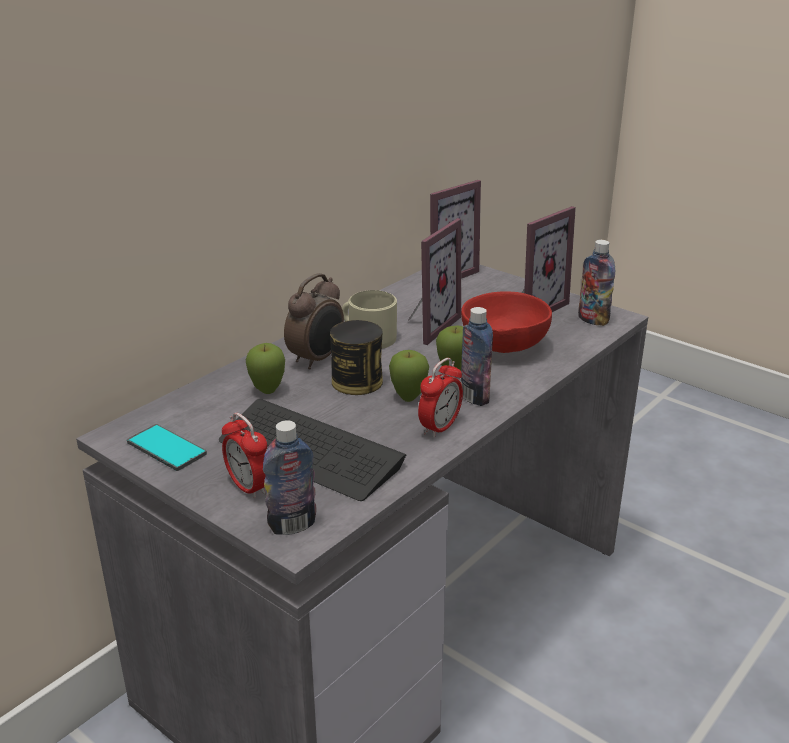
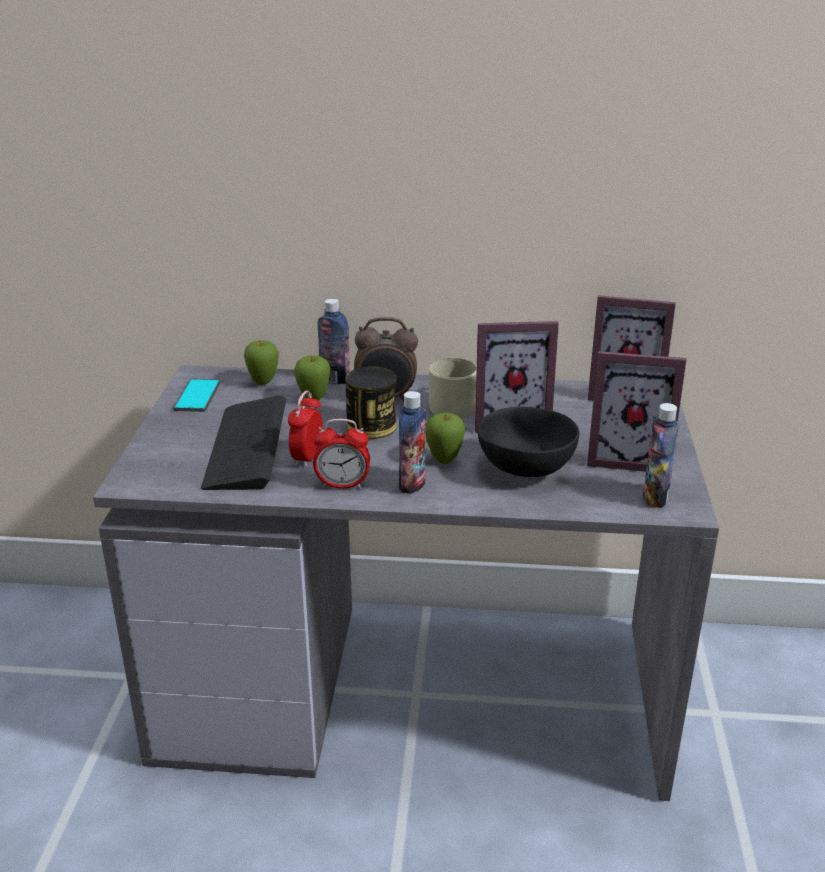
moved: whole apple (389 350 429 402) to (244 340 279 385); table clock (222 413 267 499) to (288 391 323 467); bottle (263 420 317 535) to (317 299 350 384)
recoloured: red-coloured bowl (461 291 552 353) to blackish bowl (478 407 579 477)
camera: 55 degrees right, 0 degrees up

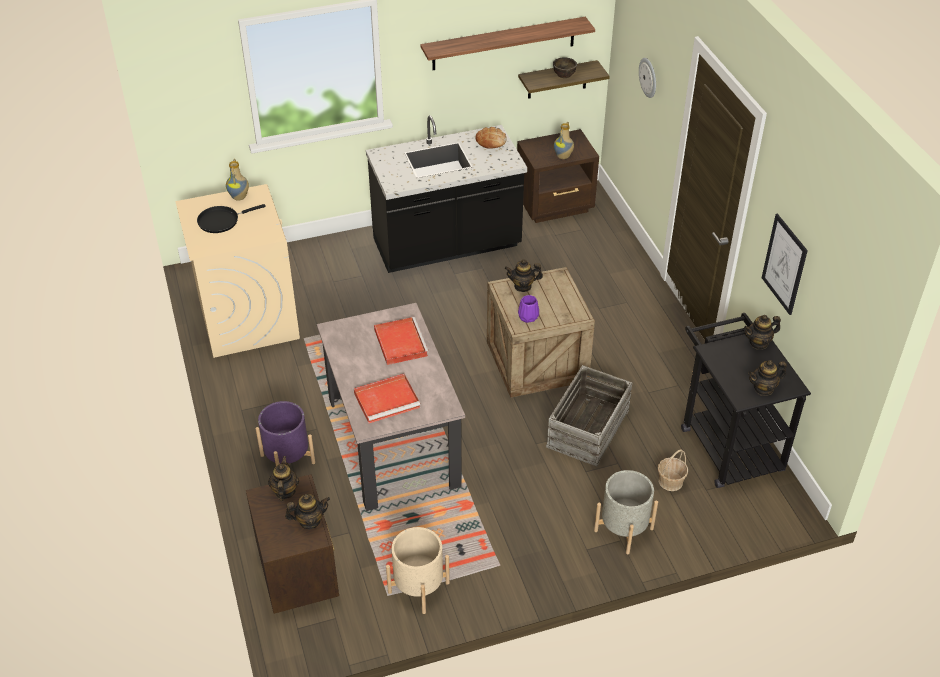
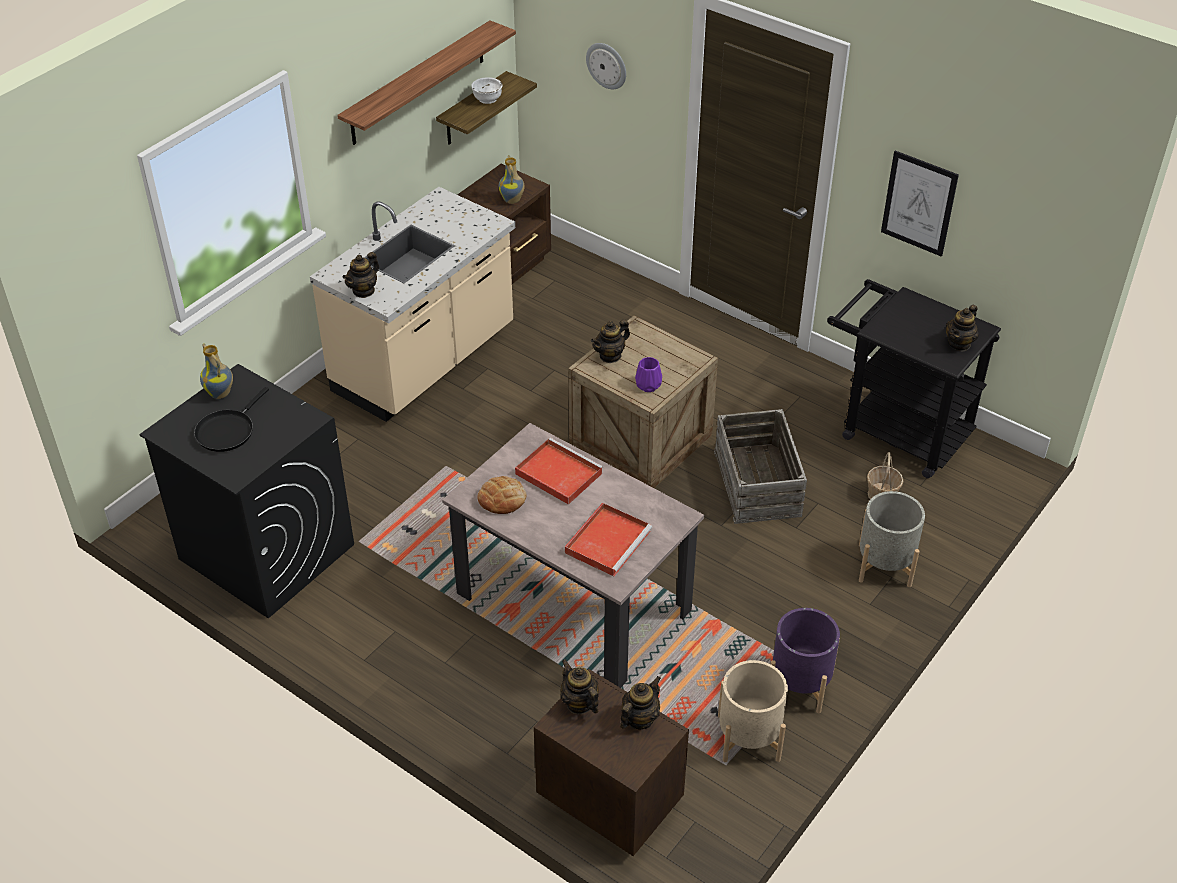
moved: tea pot (744 315 781 350) to (343 252 379 298); baked bread (476 127 506 149) to (477 476 527 514); purple-coloured plant pot (256 401 315 466) to (770 608 840 713)
recoloured: beige washing machine (175 184 300 358) to blackish washing machine (139 364 354 619); blackish kitchen counter (366 115 527 273) to beige kitchen counter (310 187 515 422); brown-coloured bowl (553 57 577 78) to white-coloured bowl (472 77 502 104)
camera: 35 degrees left, 0 degrees up

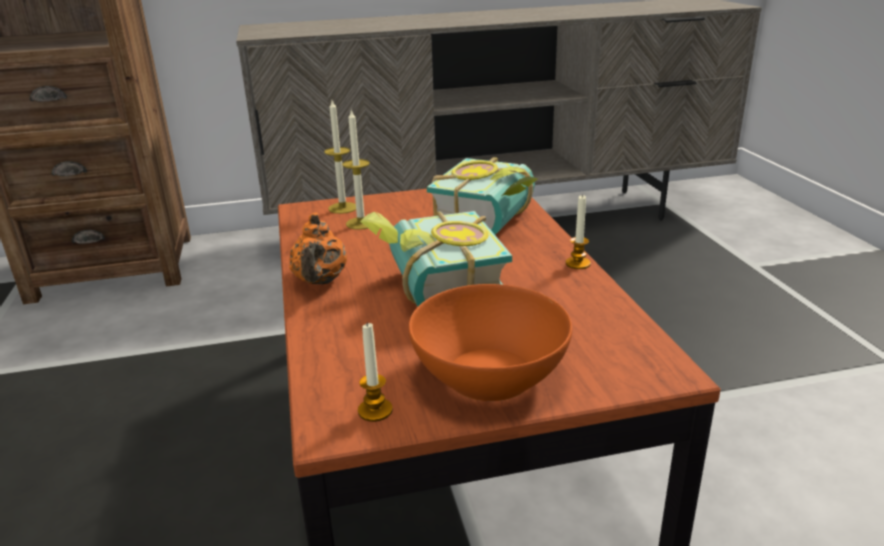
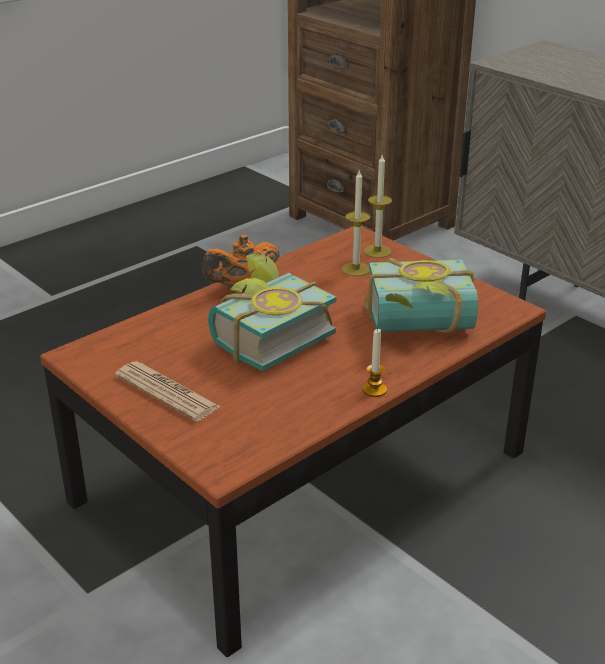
removed: wax light (358 323 393 422)
replaced: orange-coloured bowl (409 284 572 401) to printed paper (115 361 221 421)
camera: 60 degrees right, 5 degrees up

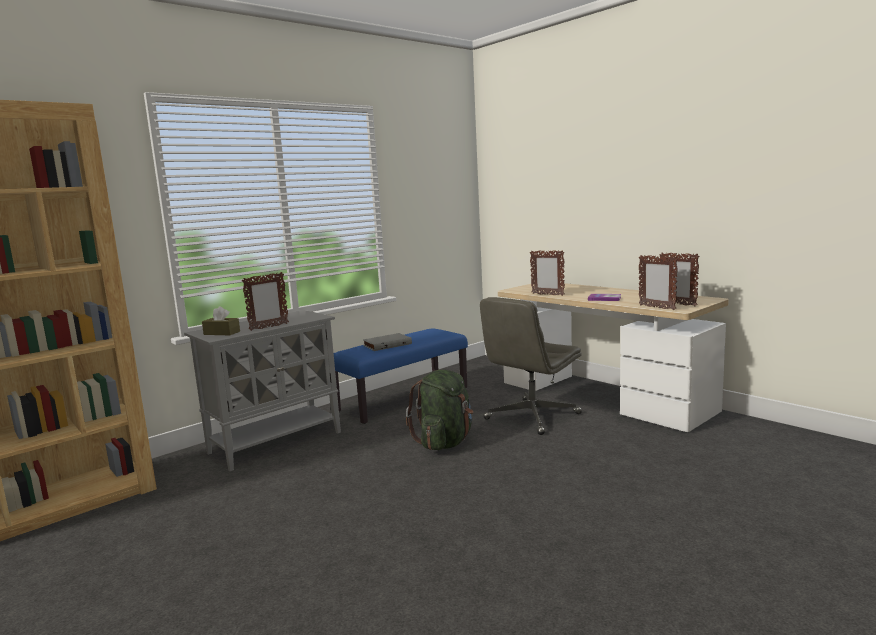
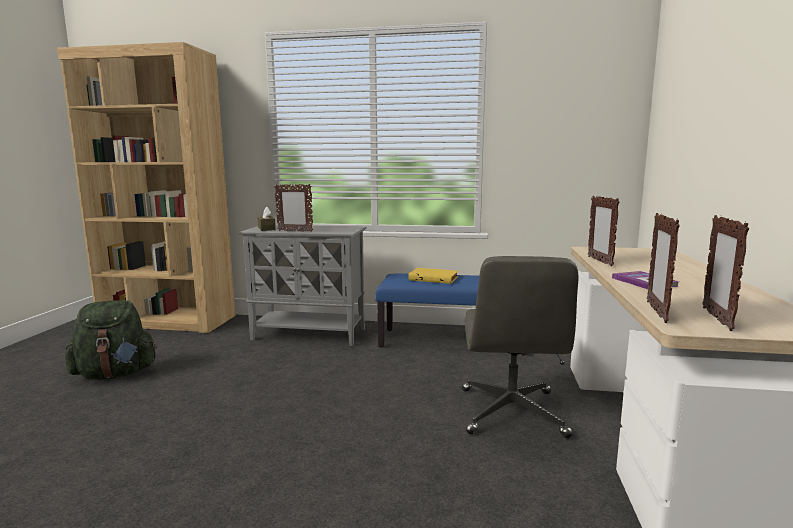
moved: green-coloured rucksack (406 370 474 450) to (65 300 157 380)
recoloured: grey book (363 333 412 351) to yellowish book (408 268 458 284)
turned: grey computer chair (480 297 582 435) = (462 256 578 438) 90 degrees counterclockwise
camera: 50 degrees right, 0 degrees up

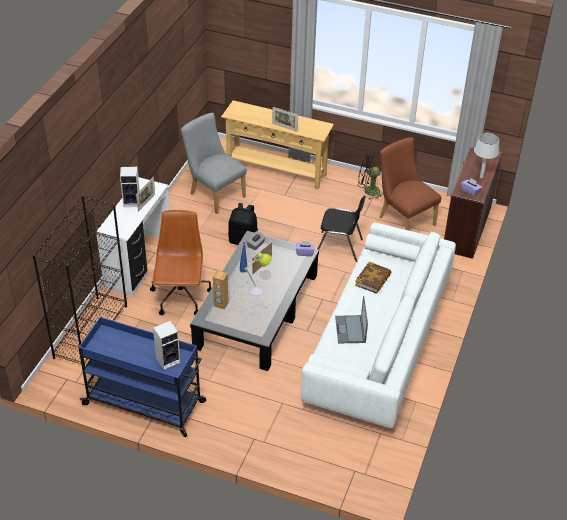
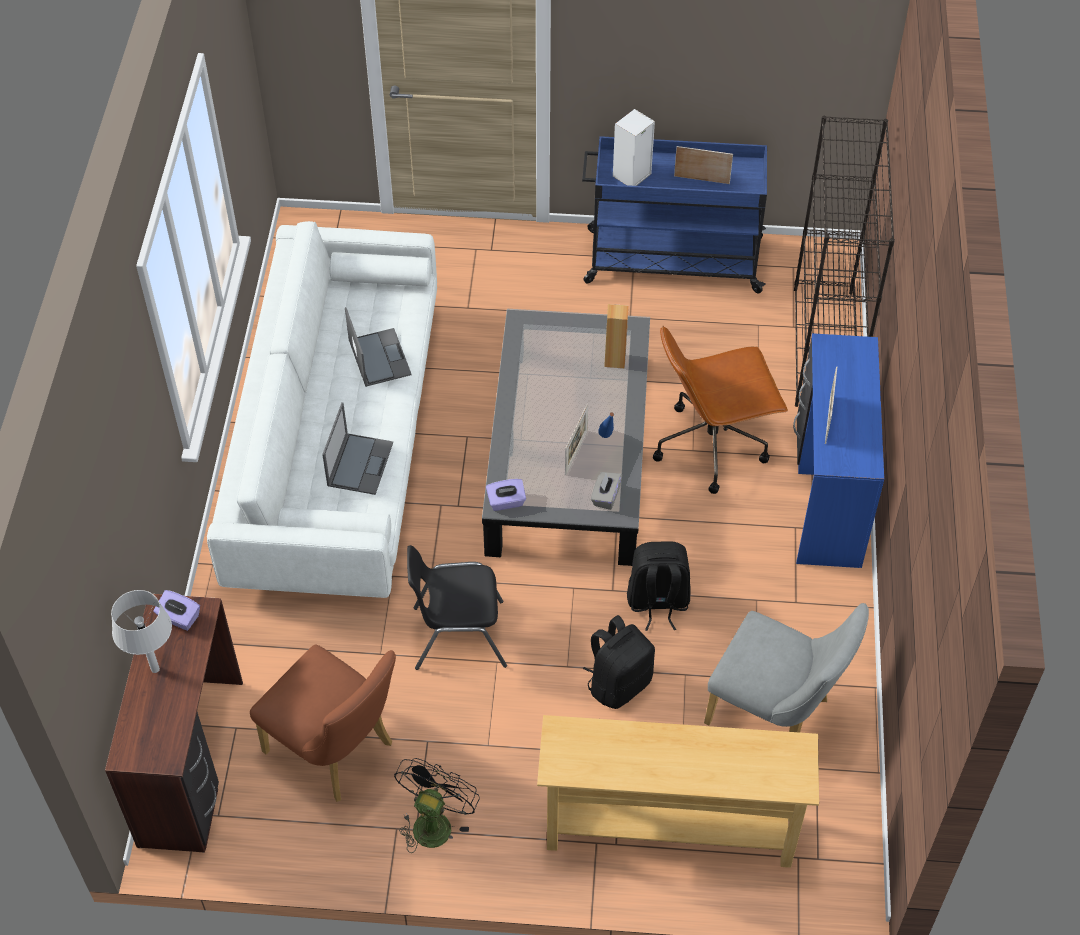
removed: speaker (120 167 140 207); table lamp (229 252 272 309)
added: blackish rucksack (583 615 655 709)
moved: photo frame (272 107 298 132) to (674 146 733 184)
replaced: book (355 261 392 294) to notebook computer (322 402 393 495)
recoloured: white-coloured desk unit (96 177 170 296) to bluish desk unit (793 333 884 568)
turned: blackish fan (358 152 382 199) = (394 758 480 853) 60 degrees counterclockwise; brown-coloured computer chair (150 210 212 315) = (653 326 788 494) 90 degrees clockwise
camera: 165 degrees right, 10 degrees up

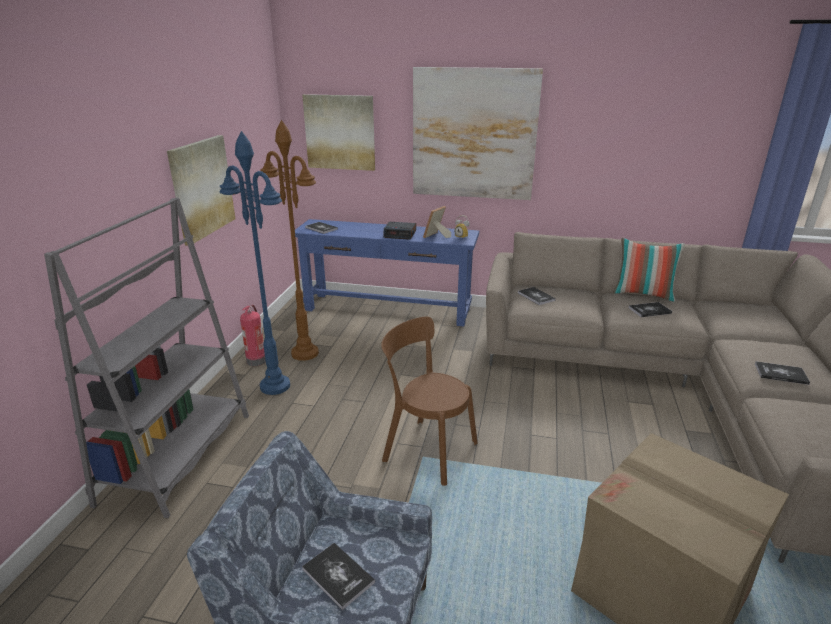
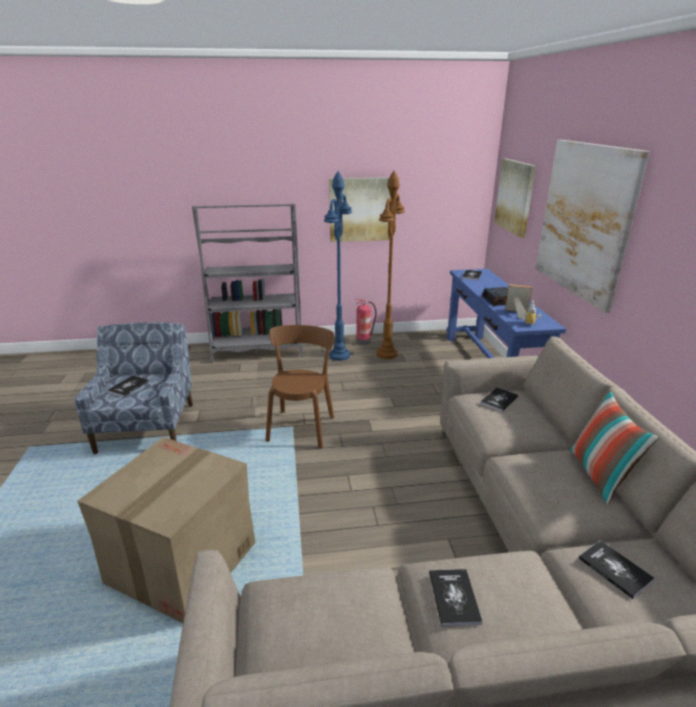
moved: book (628 302 672 317) to (579 540 654 599)
camera: 70 degrees right, 0 degrees up

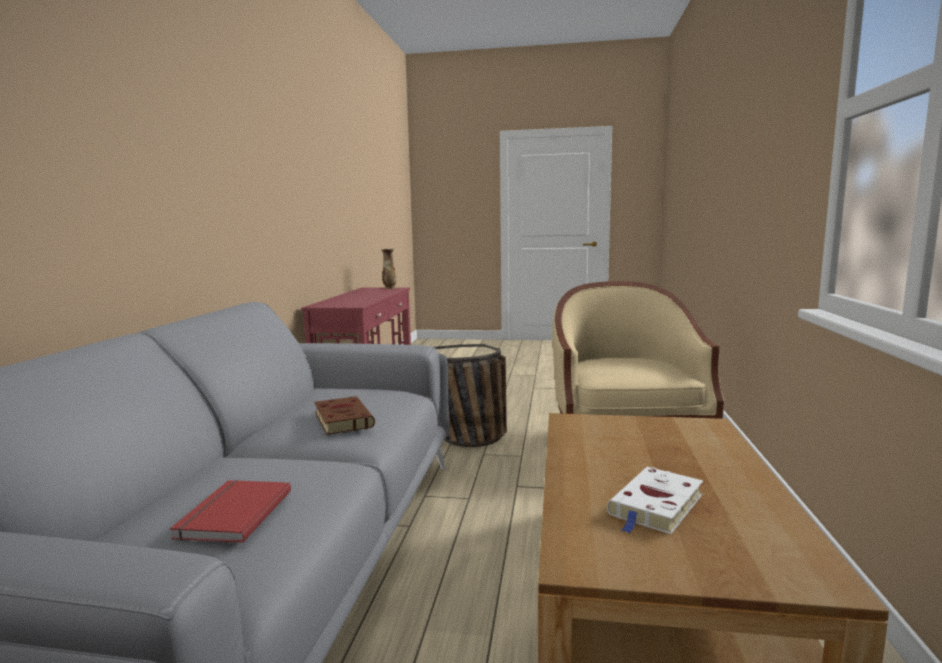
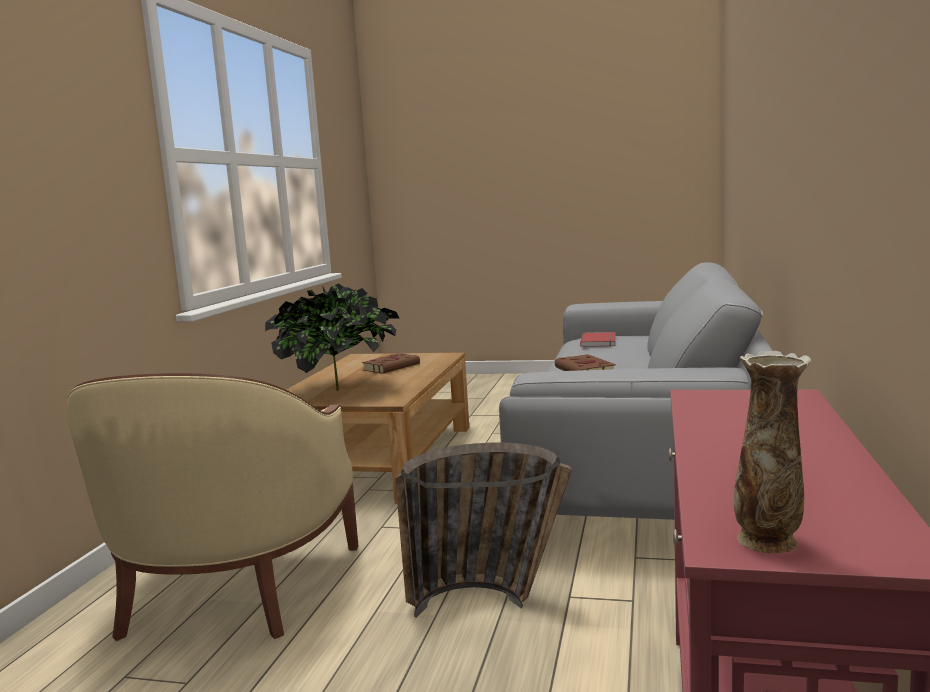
added: plant in a pot (265 283 400 391)
recoloured: white-coloured book (607 467 703 534) to brown-coloured book (362 353 420 374)
camera: 175 degrees left, 0 degrees up

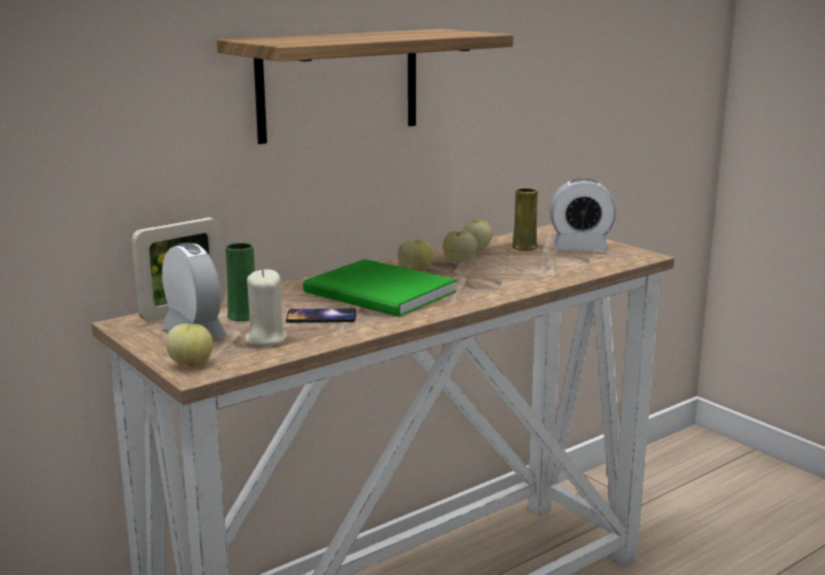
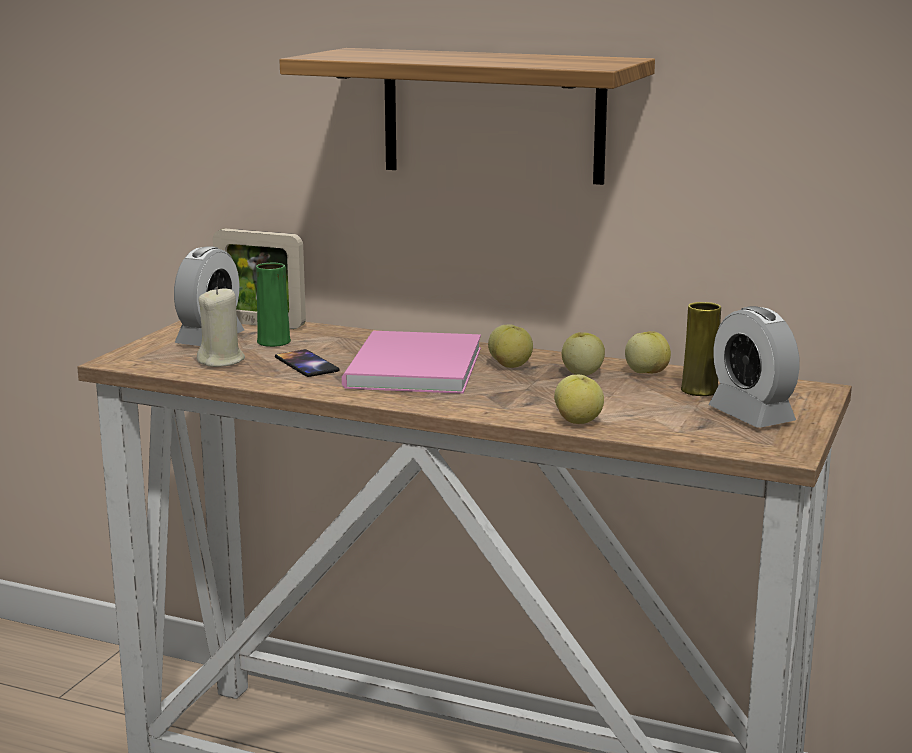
moved: whole apple (166 324 213 366) to (554 375 604 424)
recoloured: green-coloured book (303 259 457 317) to pink book (342 331 481 394)
camera: 60 degrees right, 0 degrees up

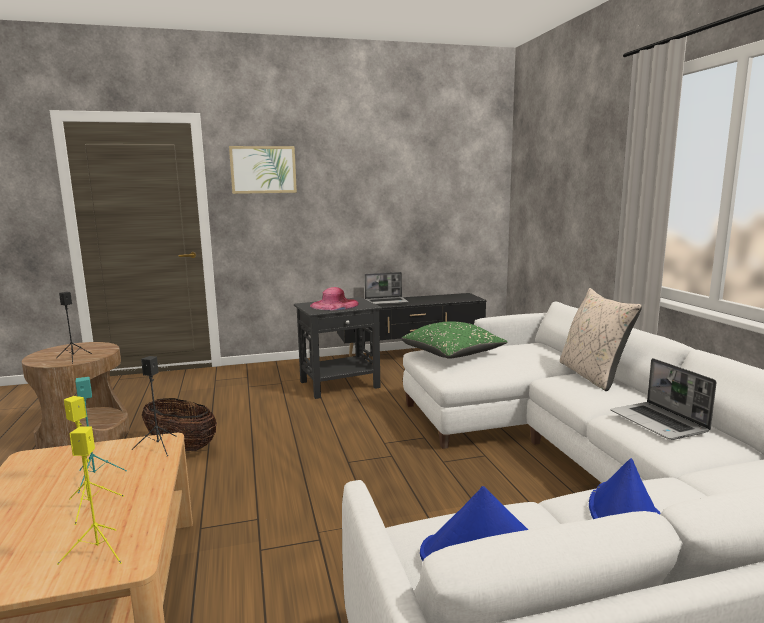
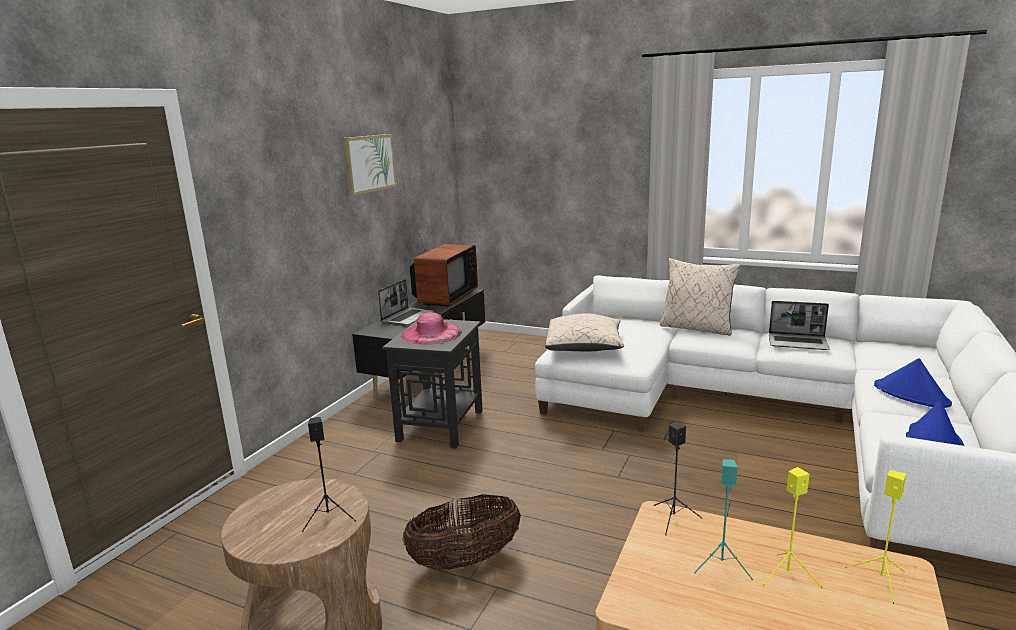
added: TV set (410 223 478 307)
moved: wall art (229 146 297 194) to (343 134 397 196)
recoloured: green-coloured throw pillow (401 321 507 359) to beige throw pillow (545 313 624 351)
camera: 50 degrees left, 5 degrees up

